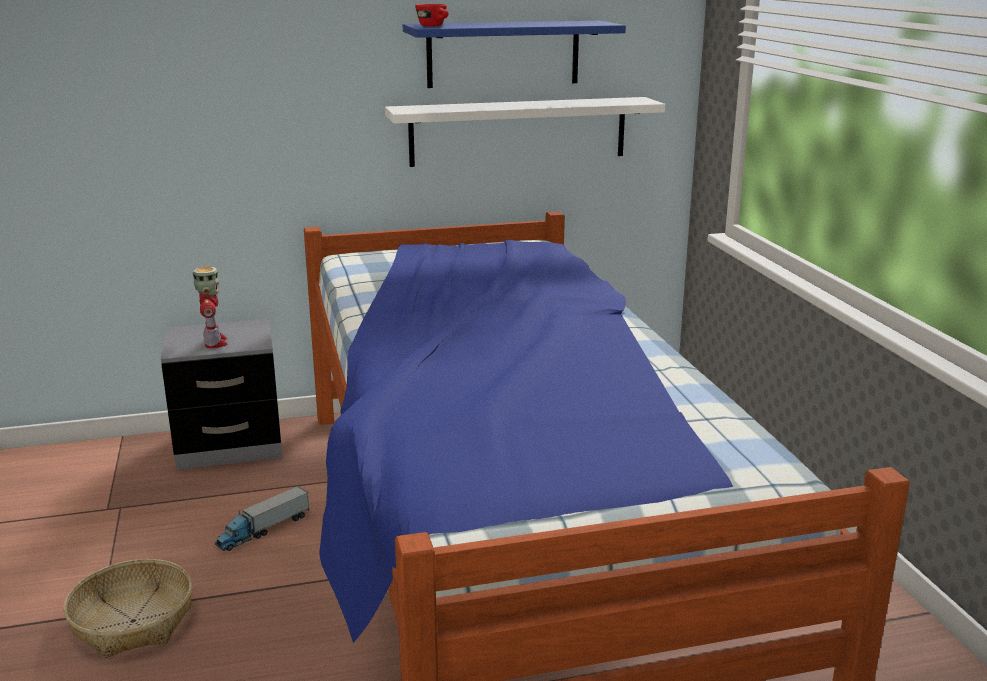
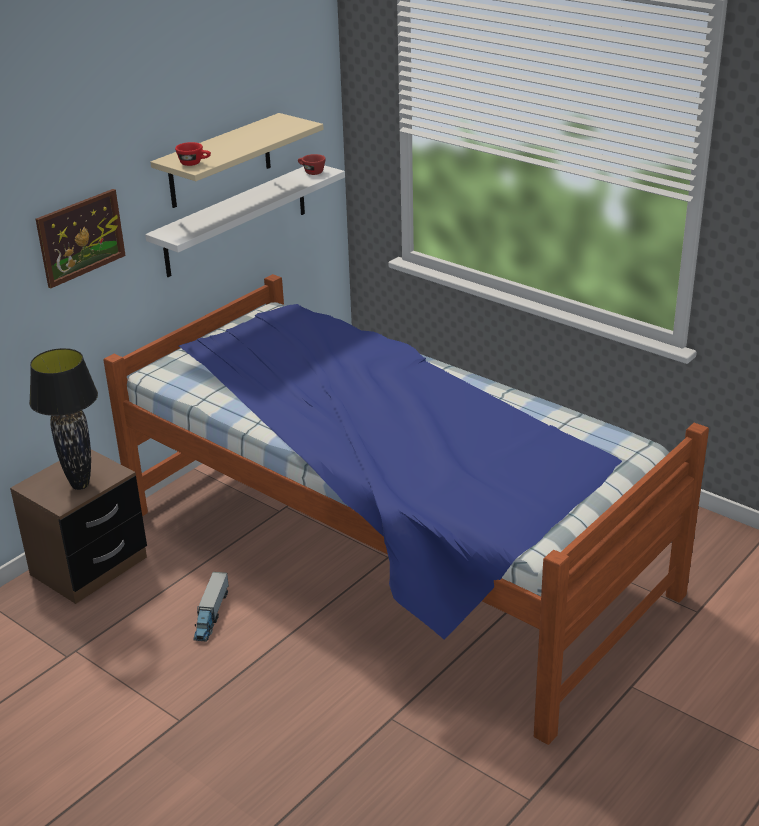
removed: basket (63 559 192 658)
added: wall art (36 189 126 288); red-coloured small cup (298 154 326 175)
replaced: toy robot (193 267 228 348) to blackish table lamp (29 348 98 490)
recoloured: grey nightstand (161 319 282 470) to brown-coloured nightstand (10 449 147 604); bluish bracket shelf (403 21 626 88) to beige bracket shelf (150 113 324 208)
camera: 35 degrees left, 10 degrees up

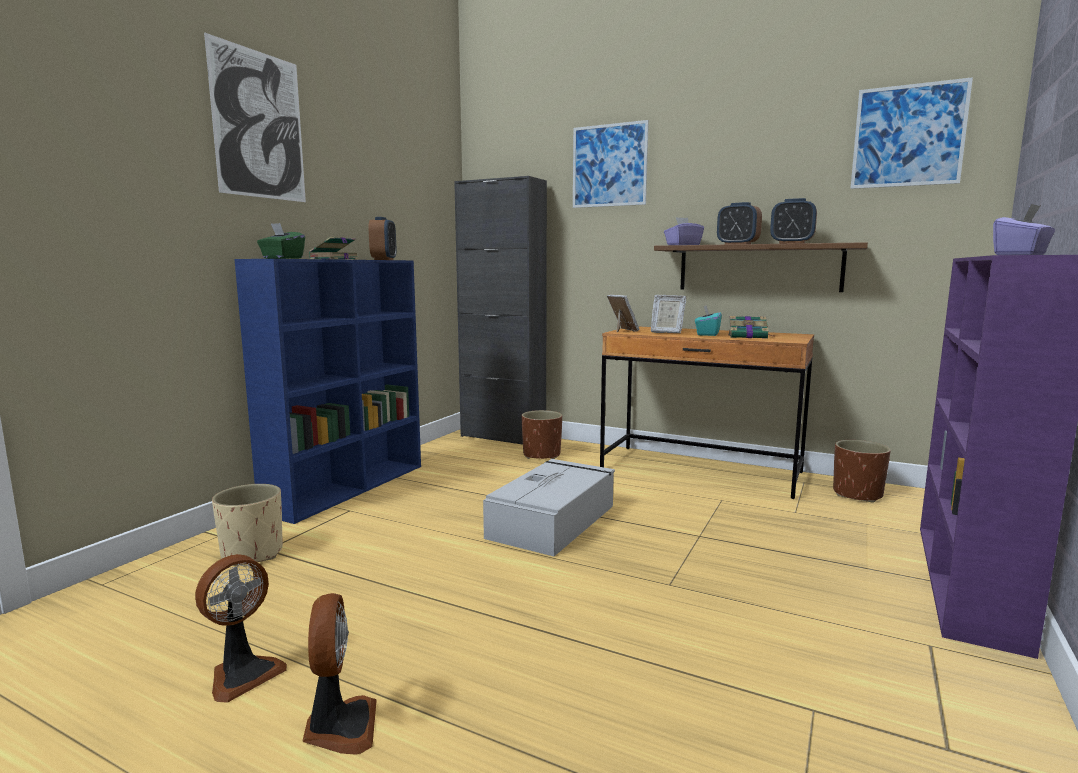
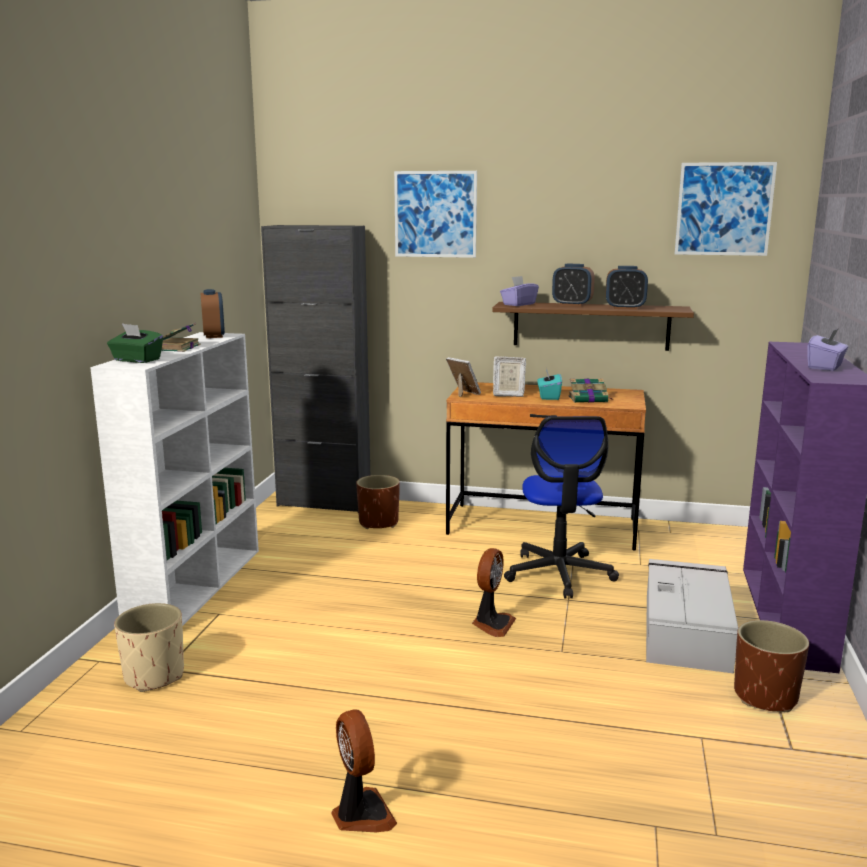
removed: wall art (204 32 306 202)
added: computer chair (504 416 619 598)
moved: fan (195 554 287 703) to (472 548 516 637); grey storage container (483 459 615 556) to (646 559 738 674); brown-coloured plant pot (833 440 891 503) to (734 620 809 712)
recoloured: bluish shelving unit (234 259 421 524) to white-coloured shelving unit (90 332 259 626)
camera: 15 degrees left, 5 degrees up

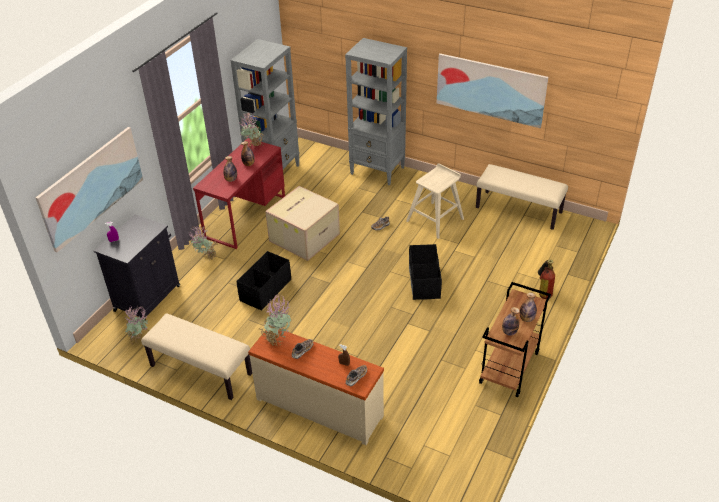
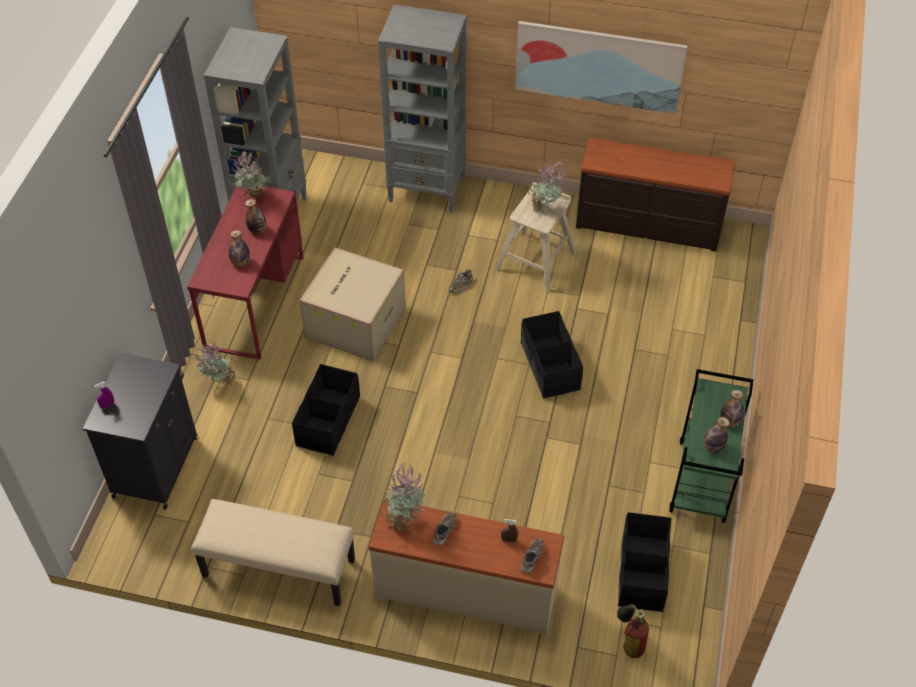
removed: wall art (36 127 143 252)
added: blackish storage container (618 512 671 612)
moved: plant in a pot (125 305 148 344) to (527 161 568 215); extinguisher (538 259 555 299) to (617 604 649 658)
replaced: beige long seat (476 164 568 230) to brown-coloured dresser (576 138 735 252)
recoloured: brown-coloured trolley (479 282 551 397) to green-coloured trolley (669 369 753 523)
camera: 15 degrees left, 10 degrees up

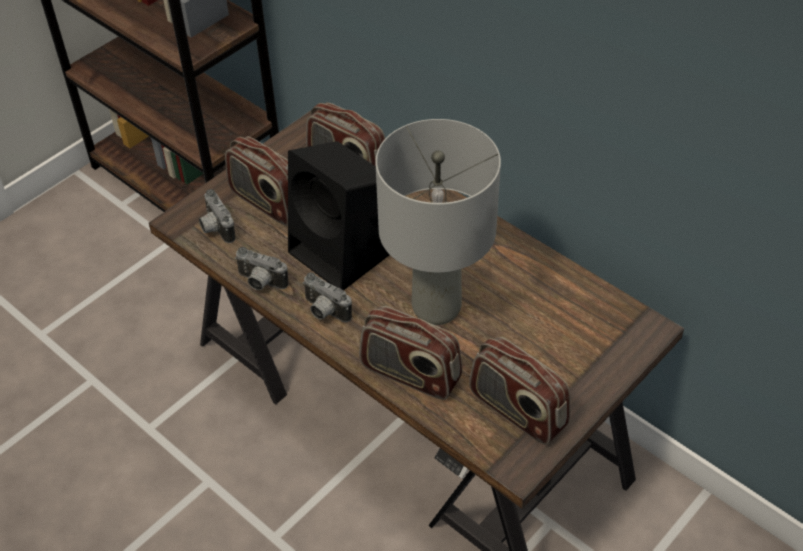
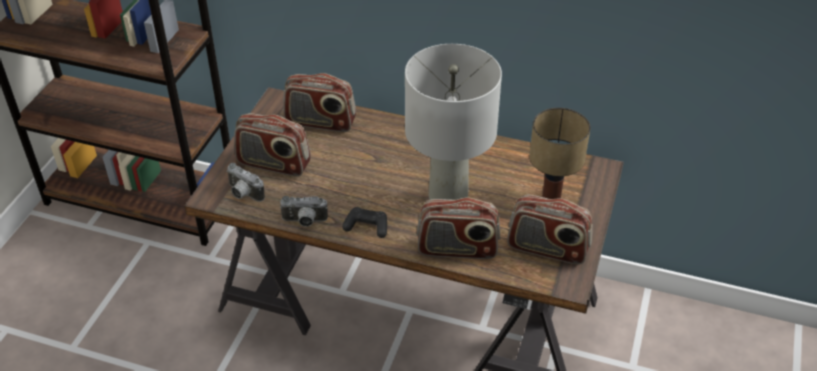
removed: blackish speaker (288 141 390 290)
added: table lamp (529 108 590 199)
replaced: still camera (303 272 352 322) to blackish gamepad (342 207 387 238)
camera: 25 degrees left, 5 degrees down

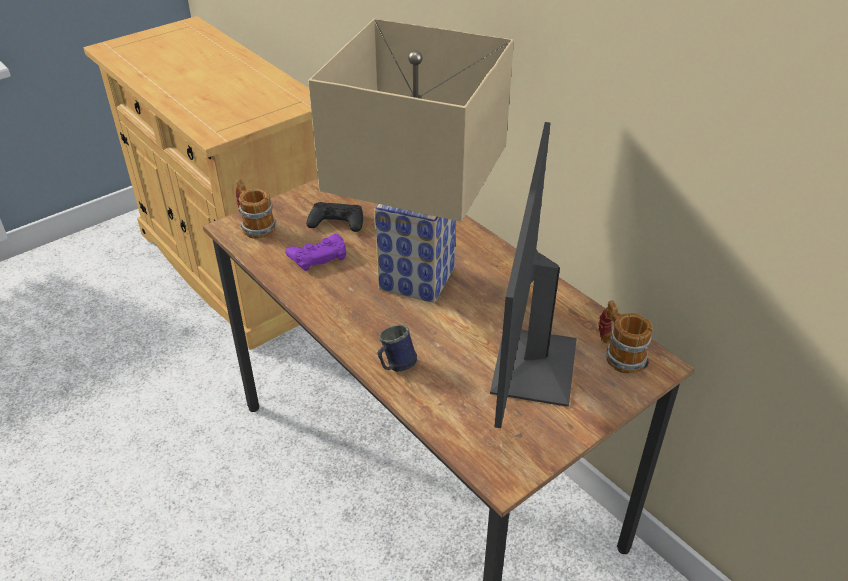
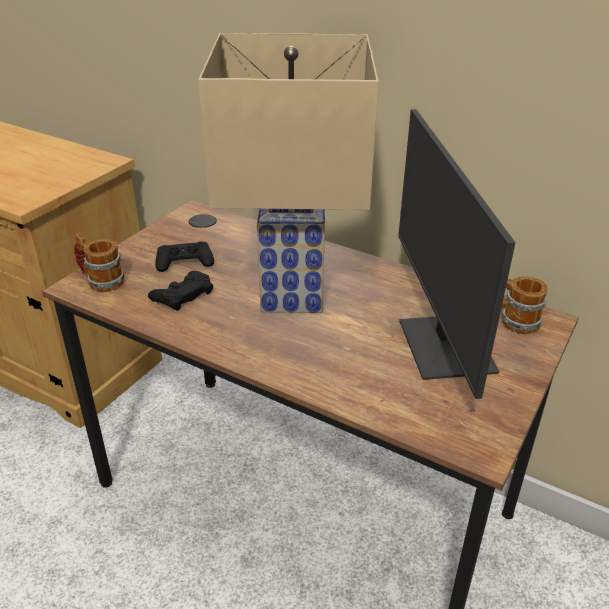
removed: bluish mug (377 325 417 371)
recoloured: purple-coloured gamepad (285 234 346 271) to blackish gamepad (148 271 213 311)
camera: 20 degrees left, 5 degrees down

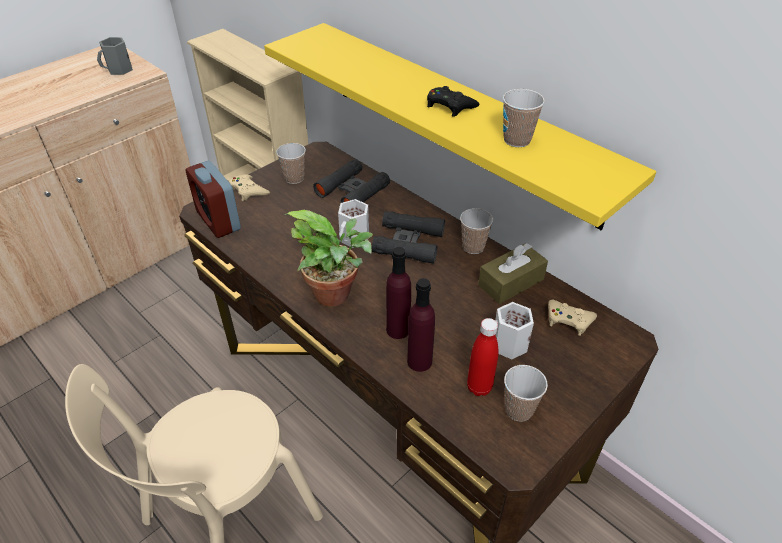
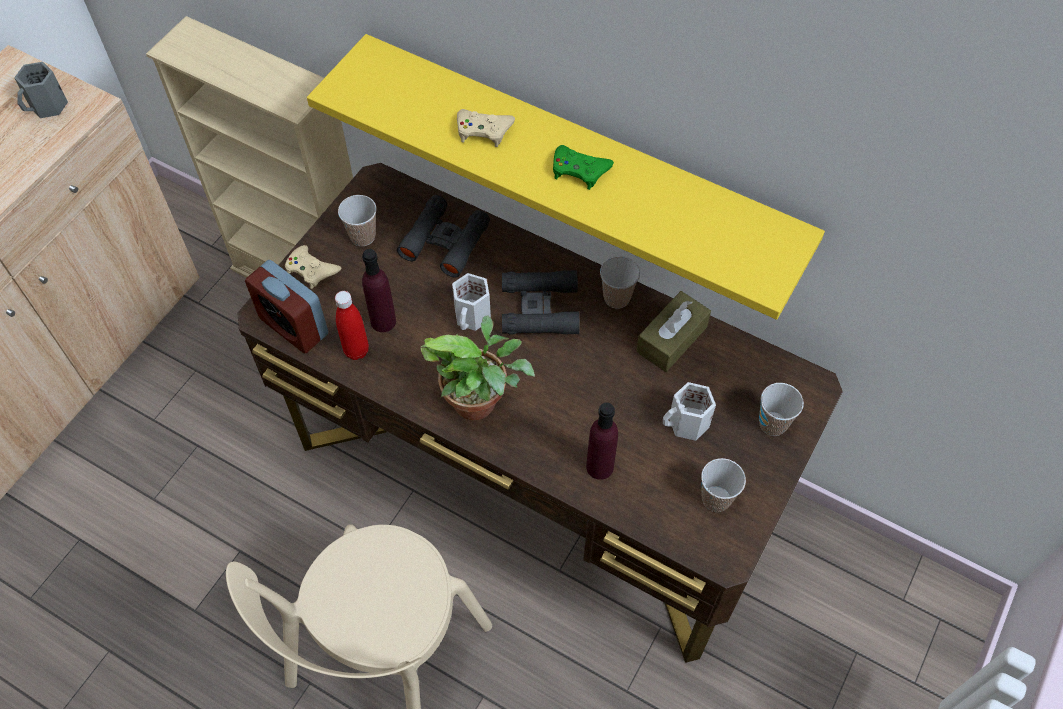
moved: red-coloured bottle (467 318 498 396) to (335 291 369 360); purple-coloured bottle (386 247 411 339) to (362 249 396 332); beige gamepad (548 300 597 336) to (457 109 515 147); small cup (503 89 545 147) to (759 383 804 436)
recoloured: blackish gamepad (427 86 479 117) to green-coloured gamepad (553 145 614 190)
camera: 15 degrees left, 15 degrees up

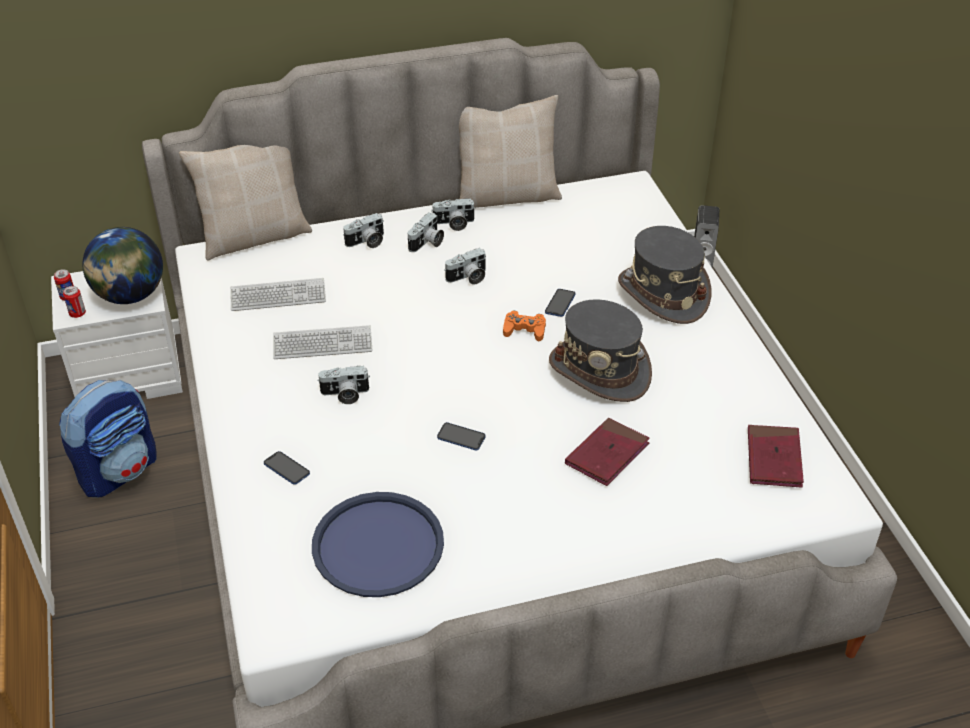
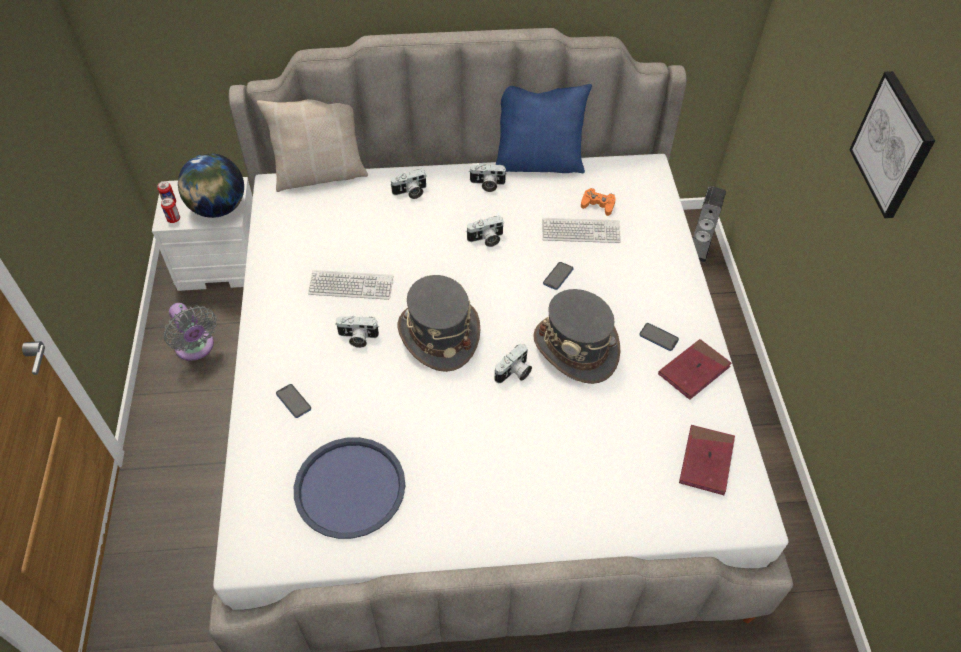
added: wall art (849 71 935 218)
moved: grey hat (618 226 711 324) to (398 275 480 372); still camera (408 213 444 252) to (495 344 532 383); PC keyboard (230 278 326 311) to (542 218 621 243); orange-coloured gamepad (503 310 546 341) to (581 188 616 216); phone (437 422 485 450) to (639 323 679 351); red-coloured book (565 418 650 486) to (658 339 731 400)
replaced: rucksack (59 380 156 497) to grey fan (164 303 217 361)
recoloured: beige throw pillow (459 95 562 208) to bluish throw pillow (495 84 592 173)
camera: 10 degrees right, 10 degrees up

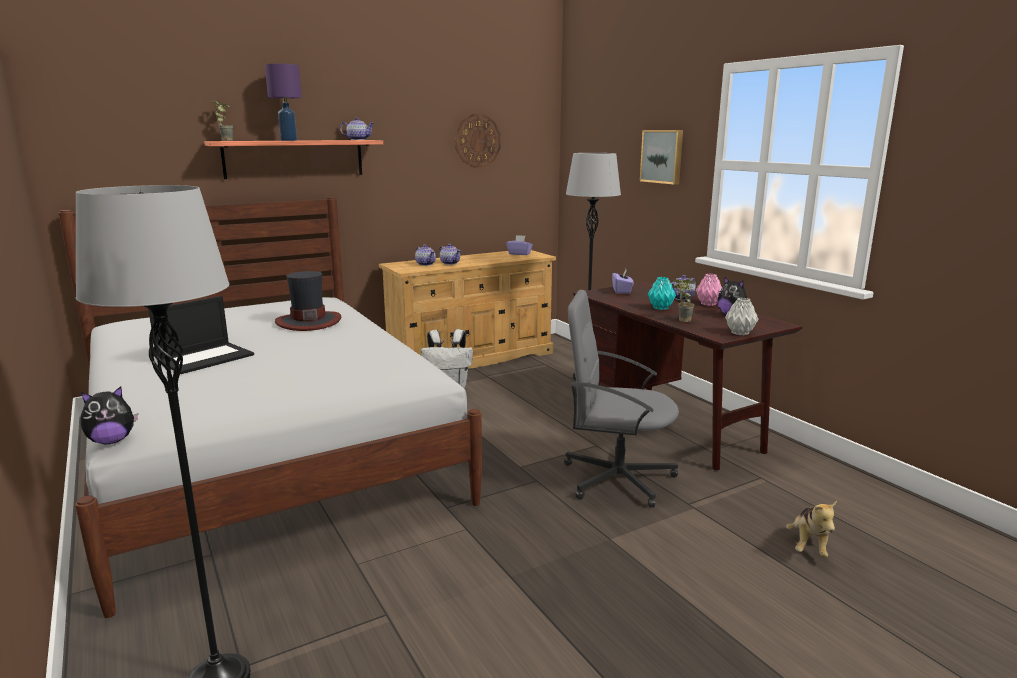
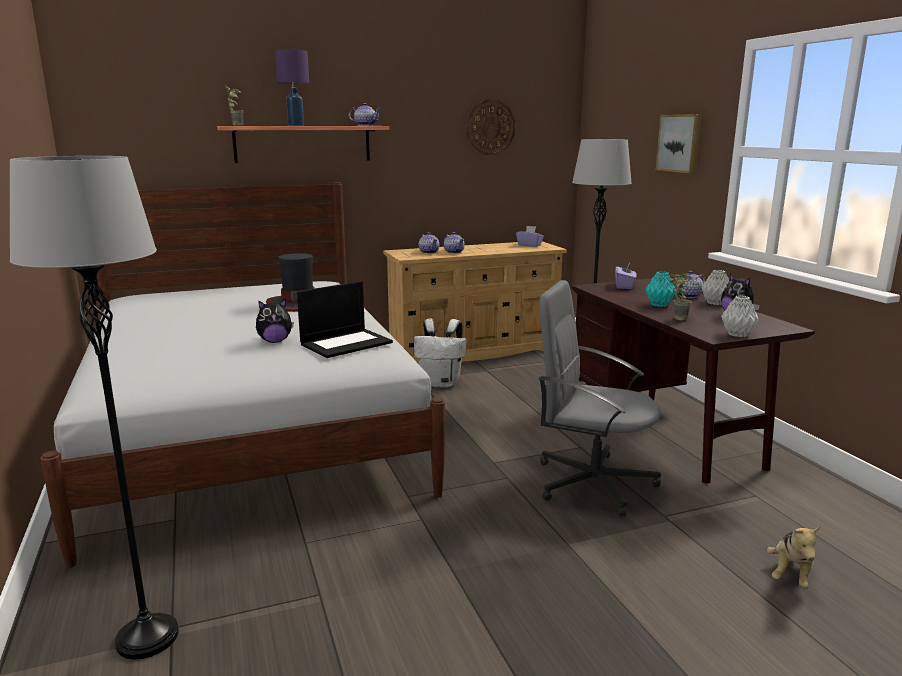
moved: cuddly toy (81 386 138 444) to (256 299 294 343); notebook computer (148 296 254 374) to (297 281 393 358)
recoloured: pink decorative vase (696 274 722 306) to grey decorative vase (701 270 729 305)
camera: 10 degrees right, 0 degrees up

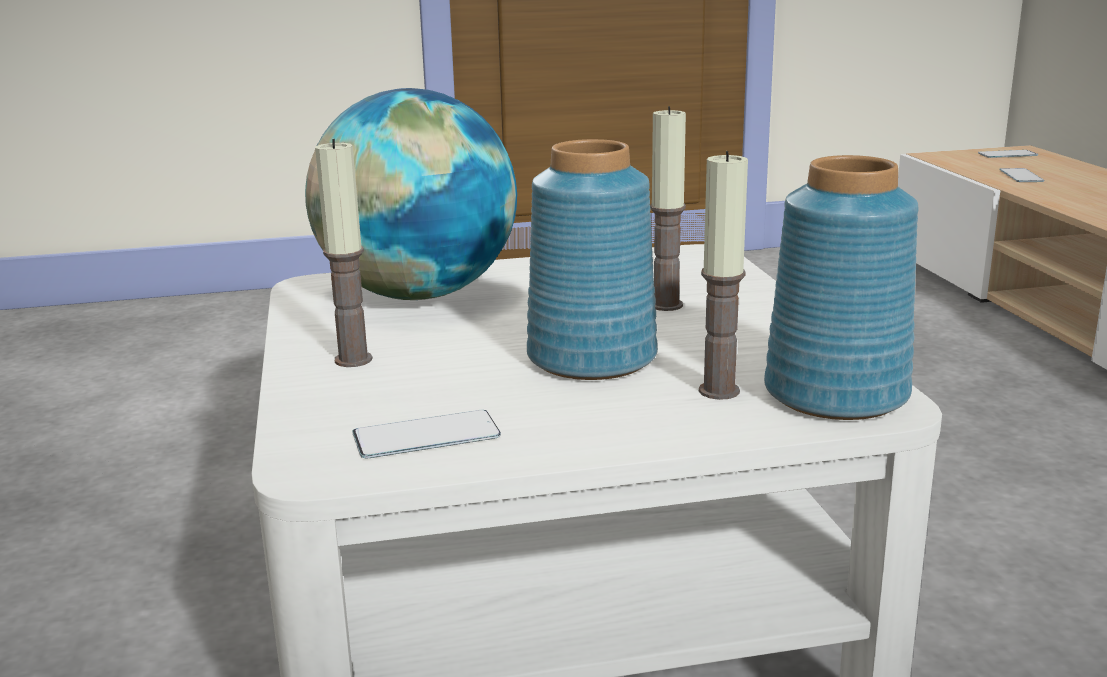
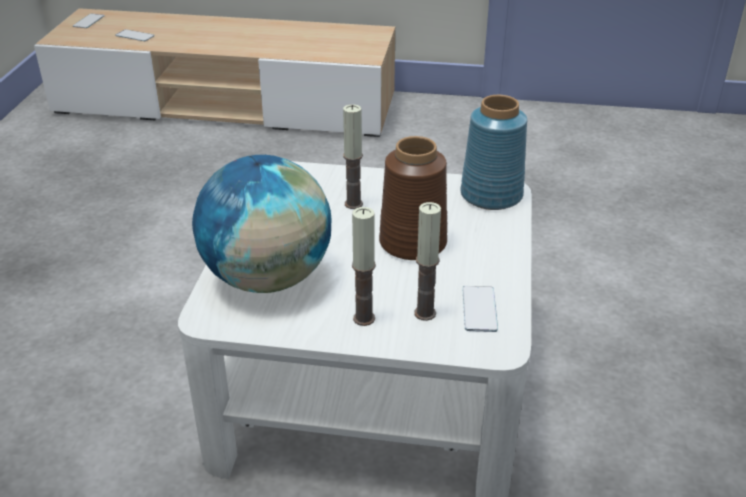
moved: wax light (699 151 748 400) to (414 202 441 321)
recoloured: bluish decorative vase (527 139 658 380) to brown-coloured decorative vase (379 136 447 260)
camera: 70 degrees left, 15 degrees up

